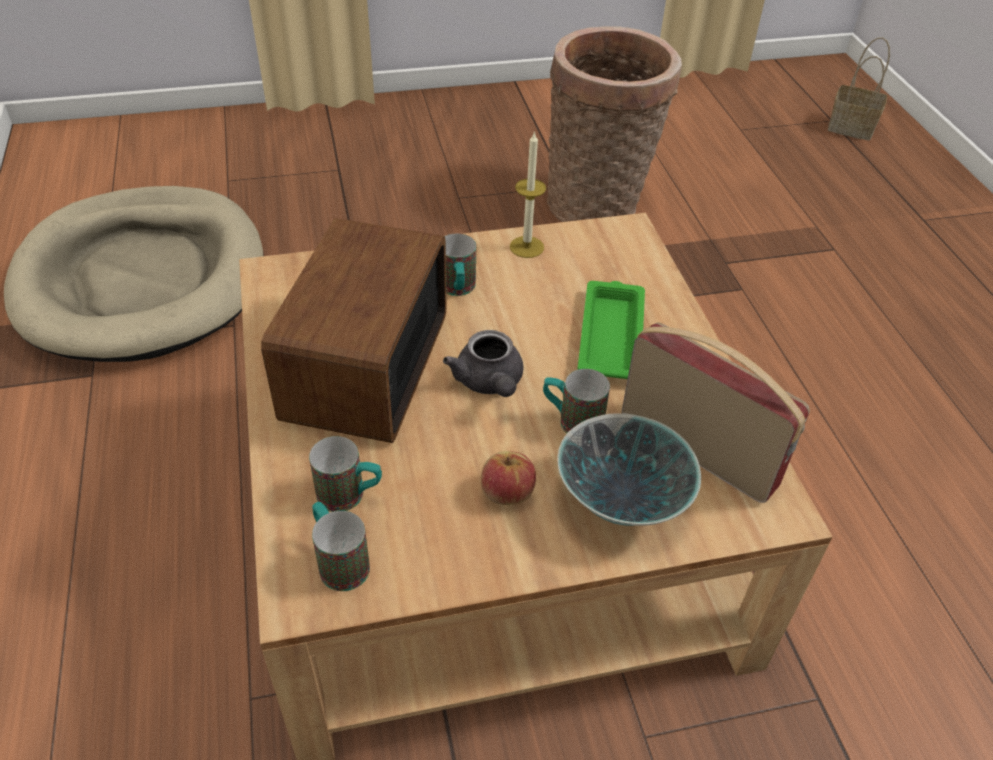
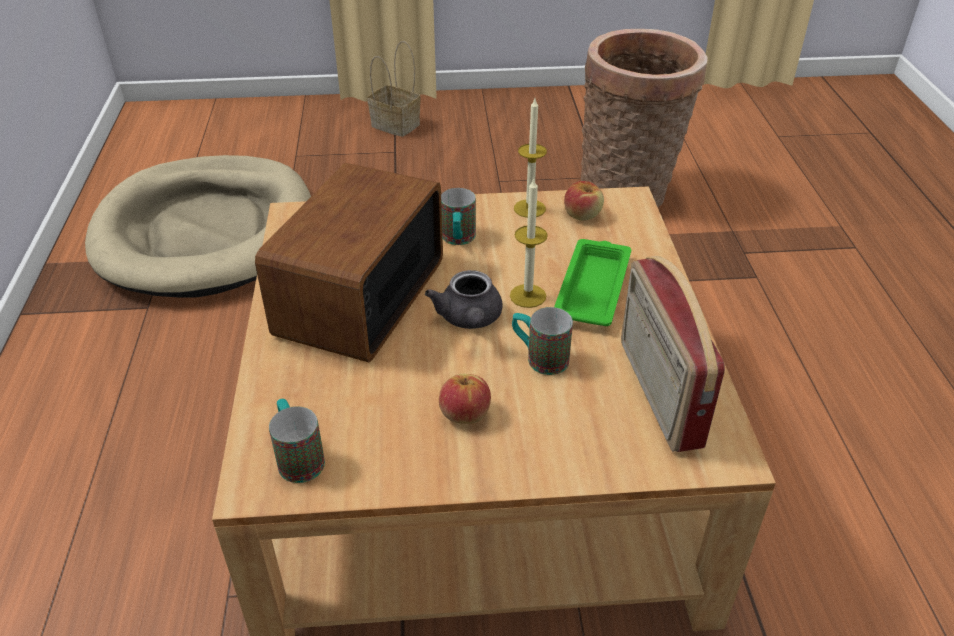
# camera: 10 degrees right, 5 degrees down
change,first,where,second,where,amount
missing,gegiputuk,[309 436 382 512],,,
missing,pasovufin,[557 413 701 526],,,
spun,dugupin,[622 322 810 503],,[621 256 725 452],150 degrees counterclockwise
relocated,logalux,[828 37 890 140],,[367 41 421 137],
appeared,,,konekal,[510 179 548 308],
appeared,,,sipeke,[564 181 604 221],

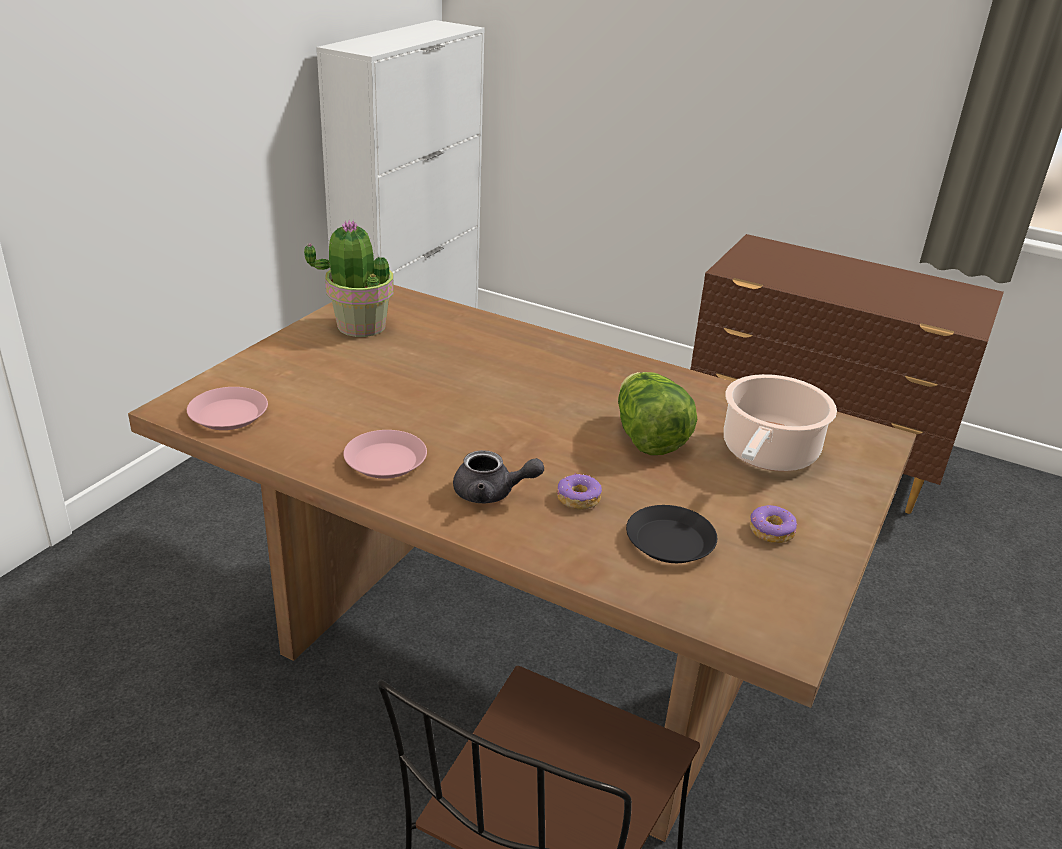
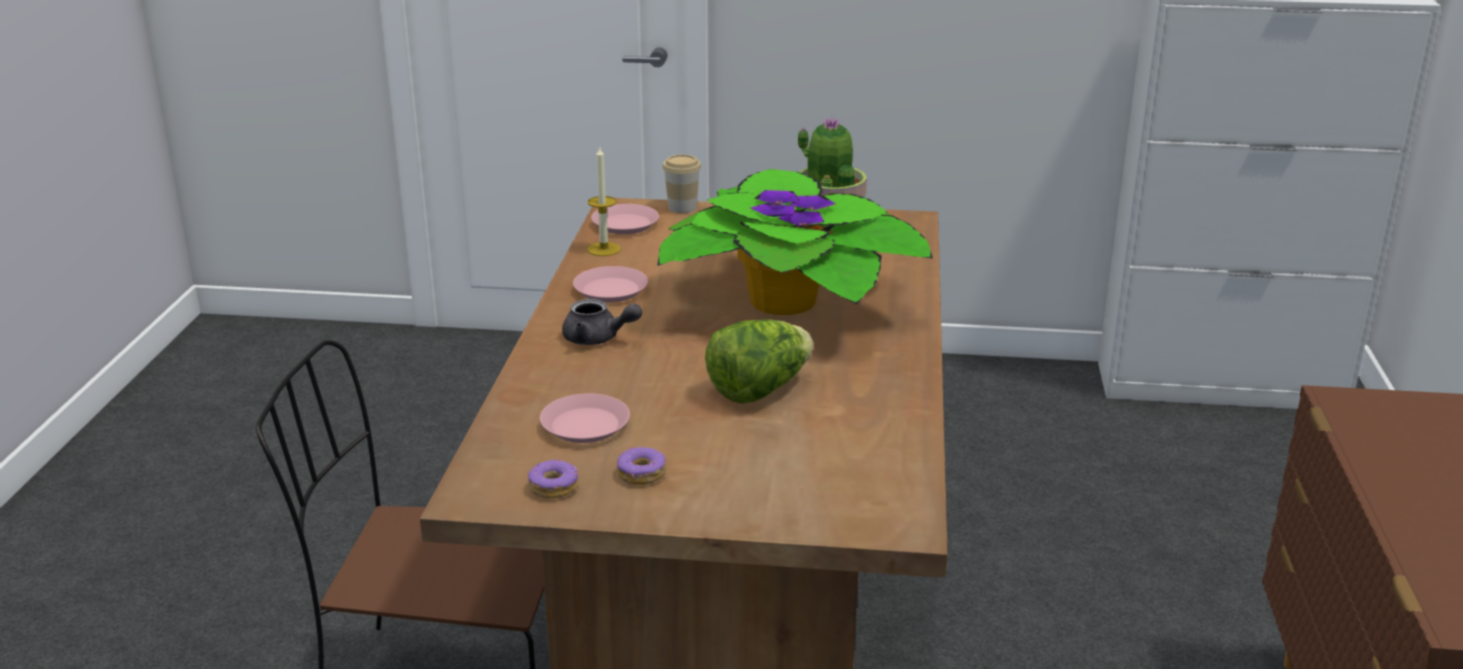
# camera: 70 degrees right, 5 degrees down
change,first,where,second,where,amount
spun,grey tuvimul,[453 450 544 503],,[562 299 642 345],60 degrees counterclockwise
relocated,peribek,[557 473 602 510],,[528 460 579 498],
colour,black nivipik,[626 505 717 563],pink nivipik,[540 394 630 443],
missing,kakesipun,[724 374 837 471],,,
appeared,,,konekal,[587 147 621 256],
appeared,,,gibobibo,[657 169 933 315],
appeared,,,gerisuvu,[663 154 701 213],

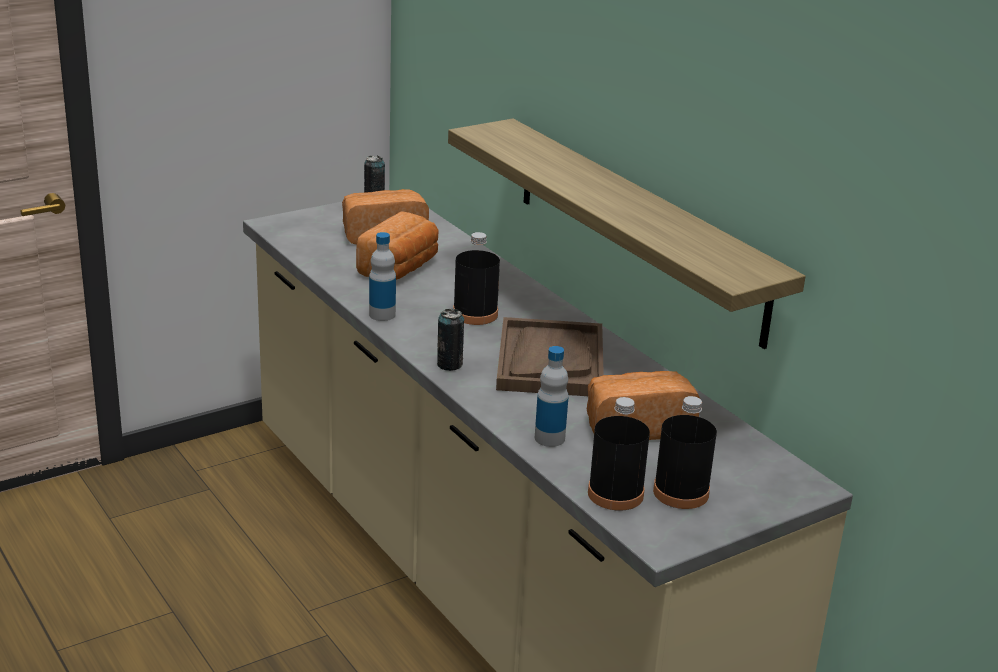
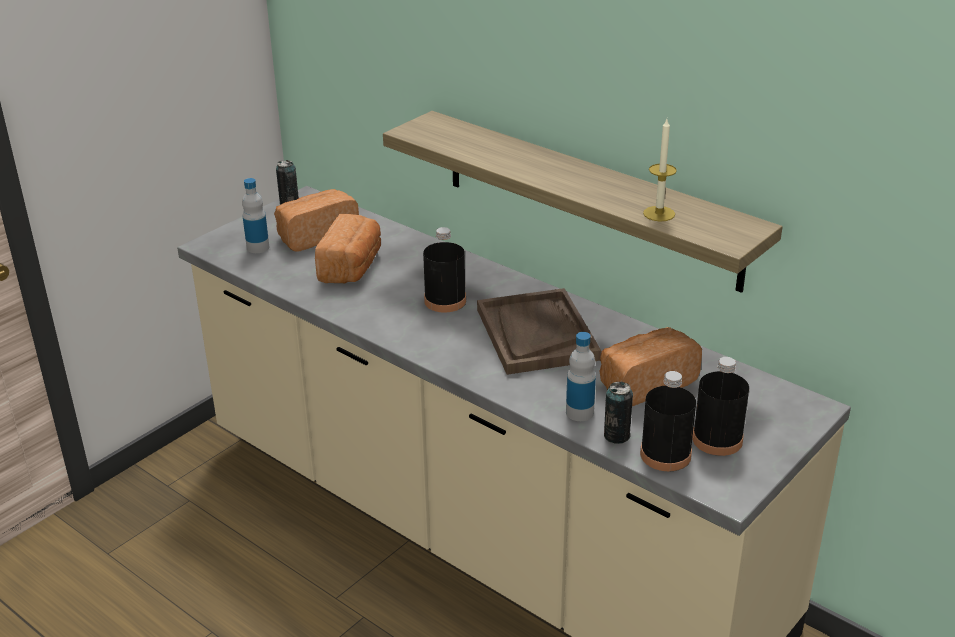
# camera: 15 degrees left, 5 degrees up
change,first,where,second,where,amount
relocated,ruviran,[369 232 396 321],,[242 178 269 253],
relocated,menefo,[437 309 464 371],,[604 382 633 444],
appeared,,,konekal,[643 119 677 221],

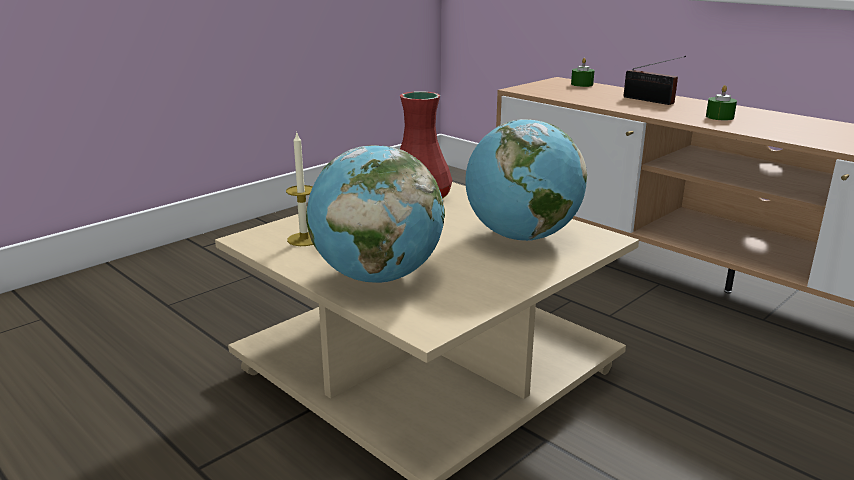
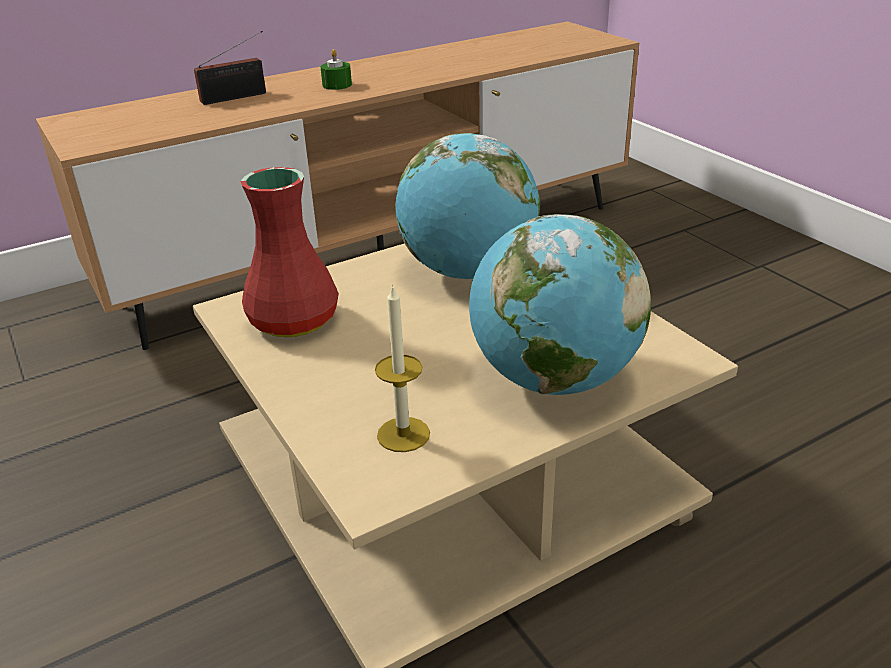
# camera: 75 degrees left, 10 degrees up
change,first,where,second,where,amount
missing,green konekal,[571 58 595 87],,,

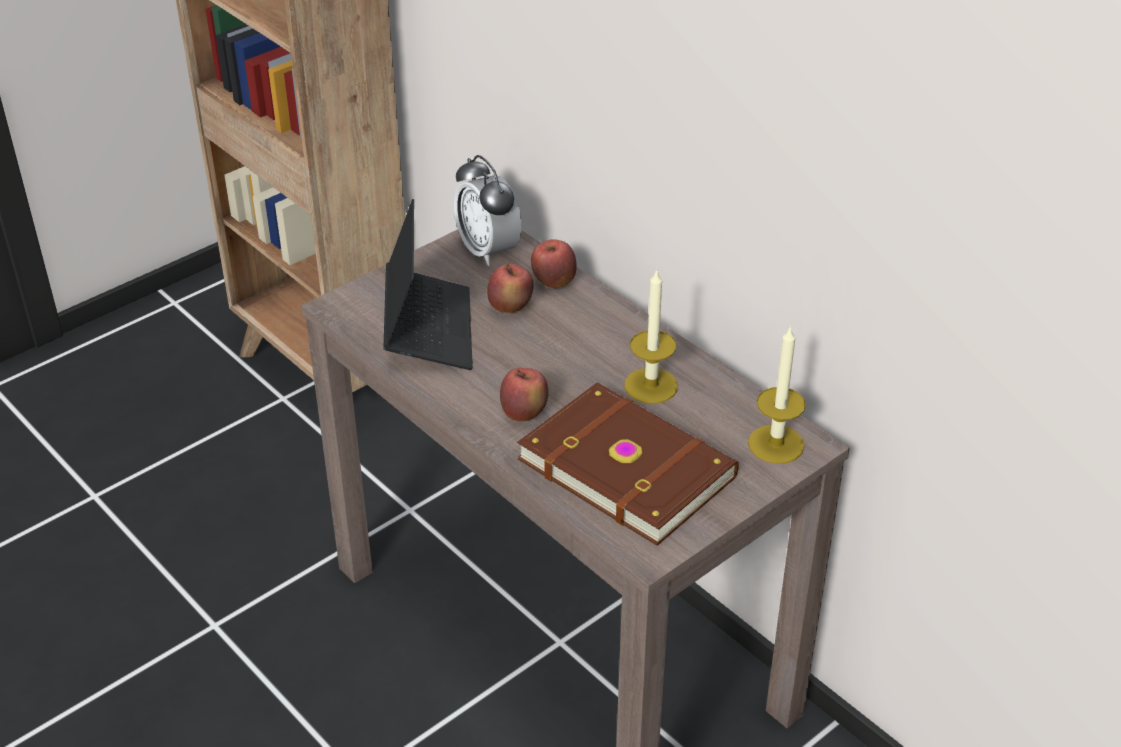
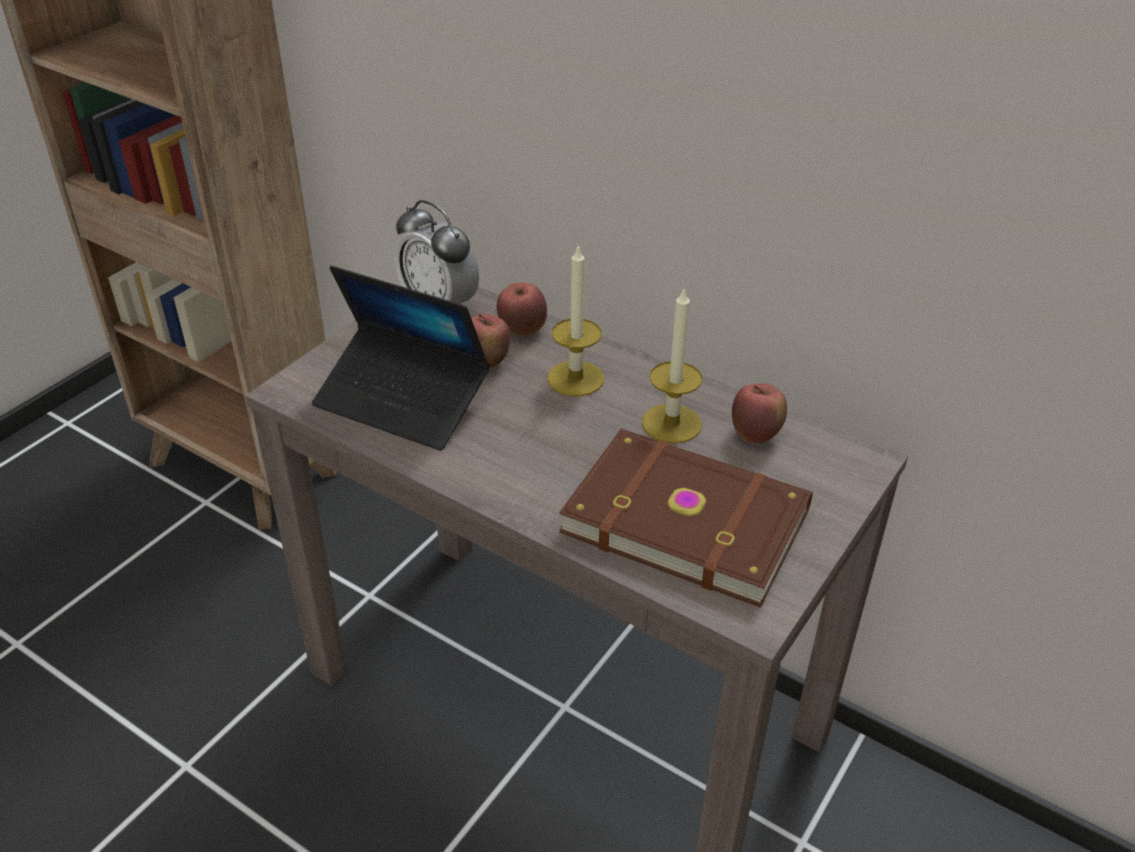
# camera: 15 degrees left, 0 degrees up
change,first,where,second,where,amount
spun,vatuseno,[383 199 473 370],,[312 265 490 450],135 degrees clockwise
relocated,sipeke,[500 368 549 422],,[732 383 787 443],
relocated,konekal,[748 325 806 464],,[547 244 604 396],

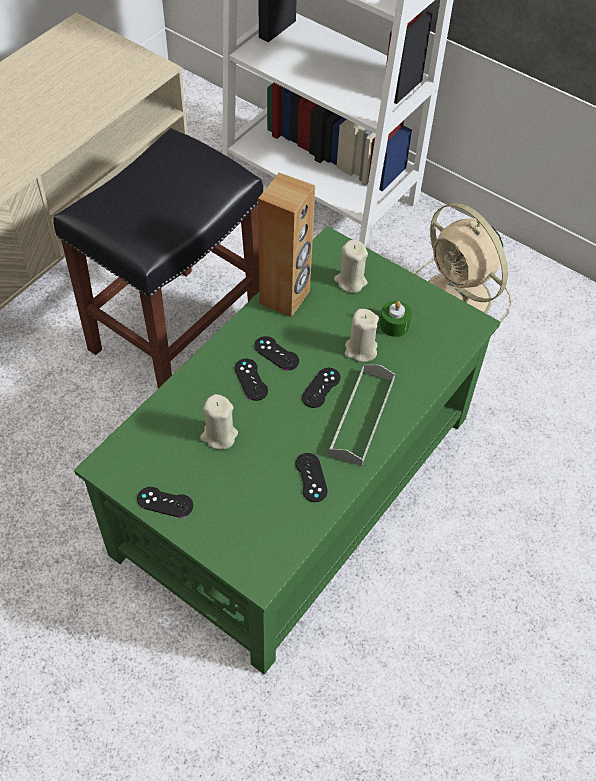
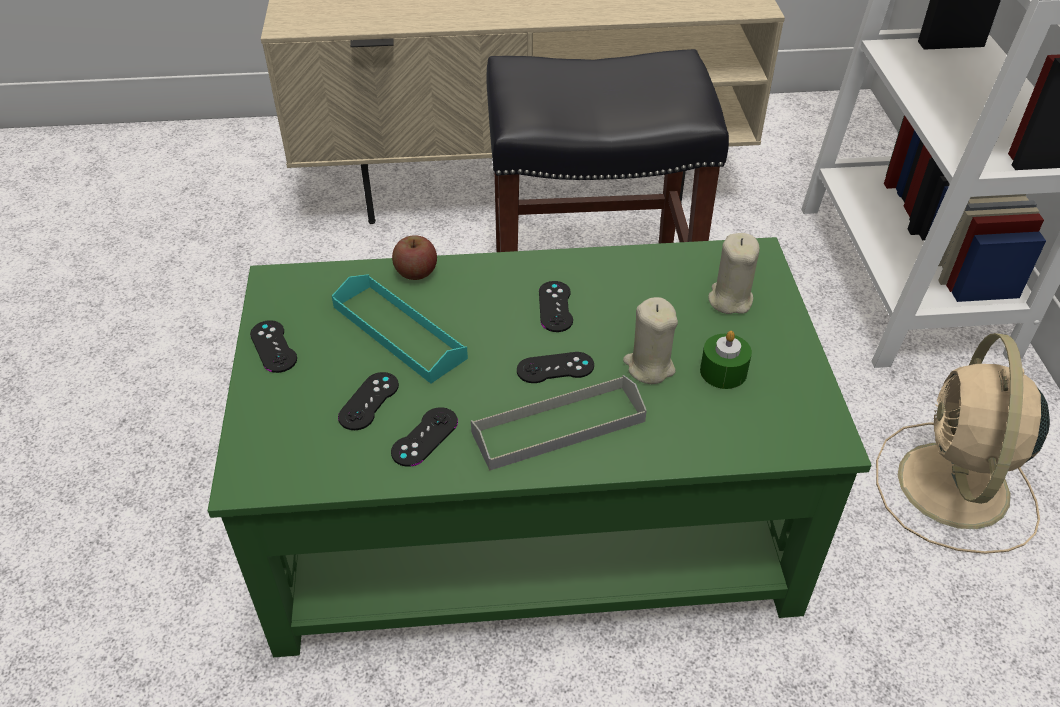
# camera: 50 degrees right, 10 degrees down
change,first,where,second,where,amount
exchanged,beige konekal,[200 394 238 450],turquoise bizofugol,[332 274 468 384],
relocated,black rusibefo,[234 359 268 401],,[338 372 399 430],
missing,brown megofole,[258 173 315 317],,,
appeared,,,sipeke,[392 235 437 280],

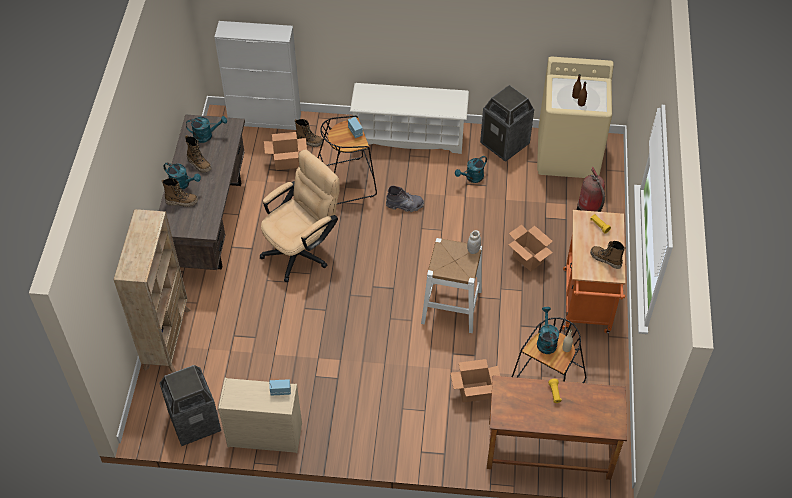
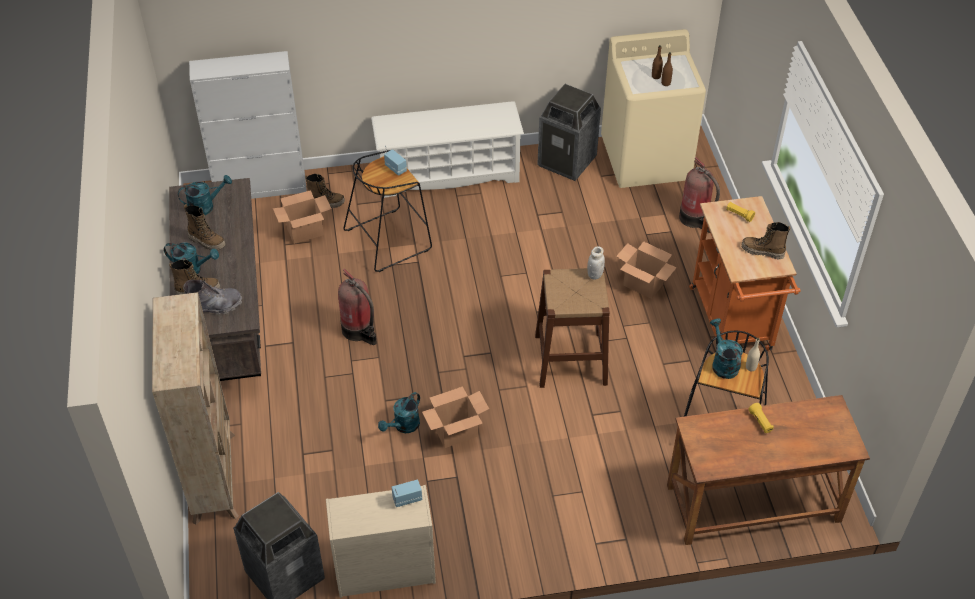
# camera: 15 degrees left, 5 degrees down
change,first,where,second,where,amount
exchanged,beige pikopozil,[260 149 340 282],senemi,[338 269 377 345],
relocated,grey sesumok,[386 186 424 212],,[183 280 242 315],
colour,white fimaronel,[421 238 482 333],brown fimaronel,[535 268 610 388],
relocated,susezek,[450 359 500 403],,[422 386 489 448],
relocated,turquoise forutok,[455 156 487 183],,[378 392 420 433],

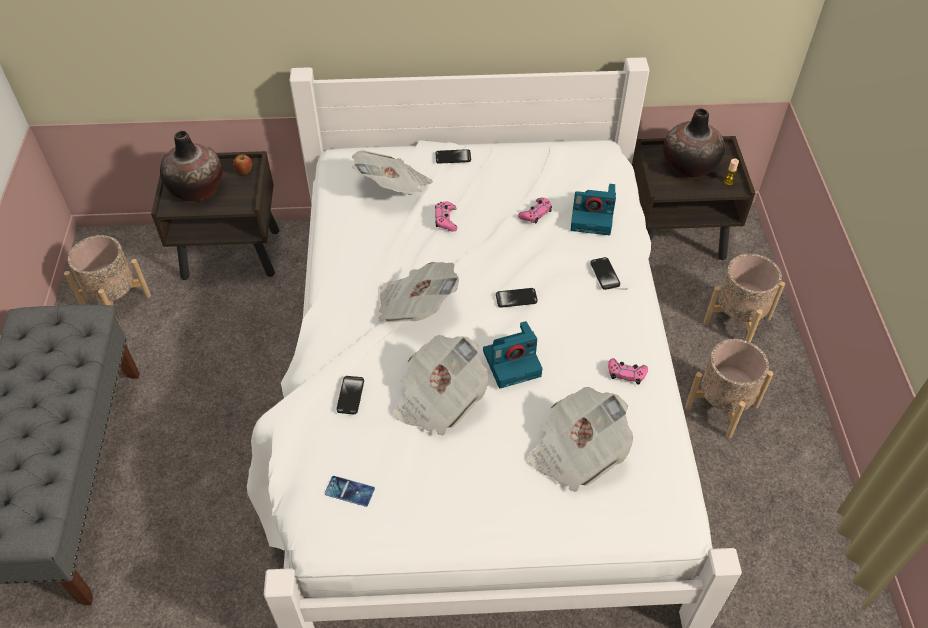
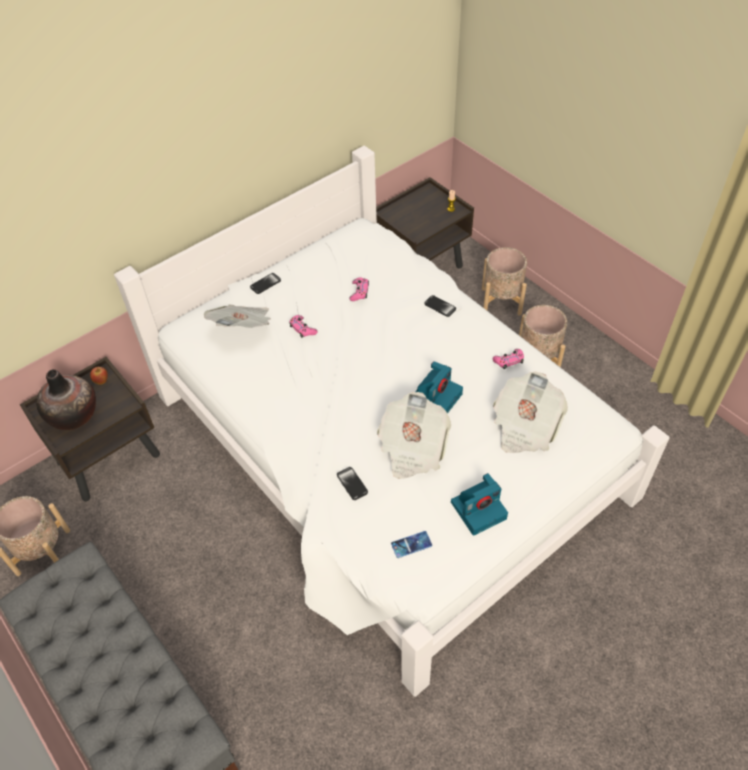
# camera: 35 degrees left, 0 degrees up
change,first,where,second,where,amount
missing,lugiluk,[378 262 459 322],,,
missing,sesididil,[496 288 538 308],,,
relocated,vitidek,[570 184 616 235],,[451 473 508 536],
missing,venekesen,[663 108 725 178],,,

